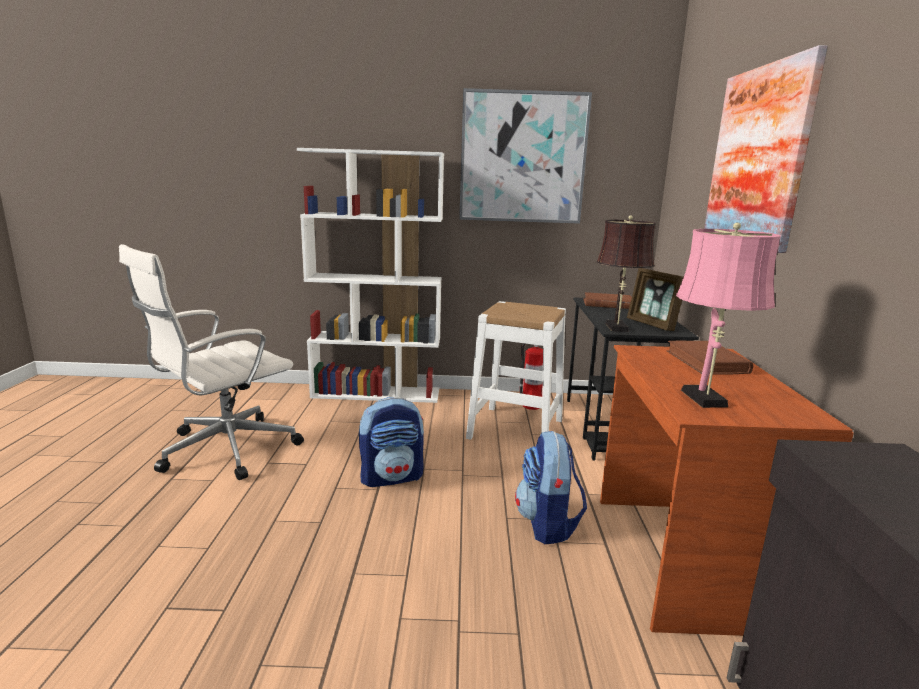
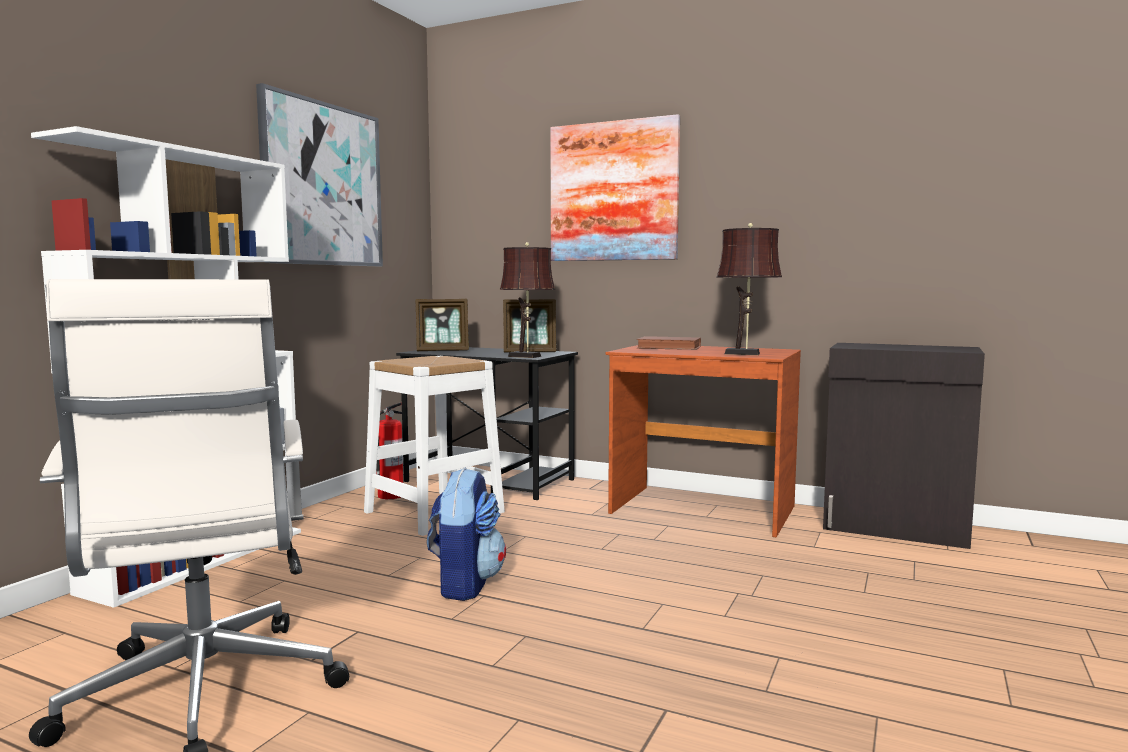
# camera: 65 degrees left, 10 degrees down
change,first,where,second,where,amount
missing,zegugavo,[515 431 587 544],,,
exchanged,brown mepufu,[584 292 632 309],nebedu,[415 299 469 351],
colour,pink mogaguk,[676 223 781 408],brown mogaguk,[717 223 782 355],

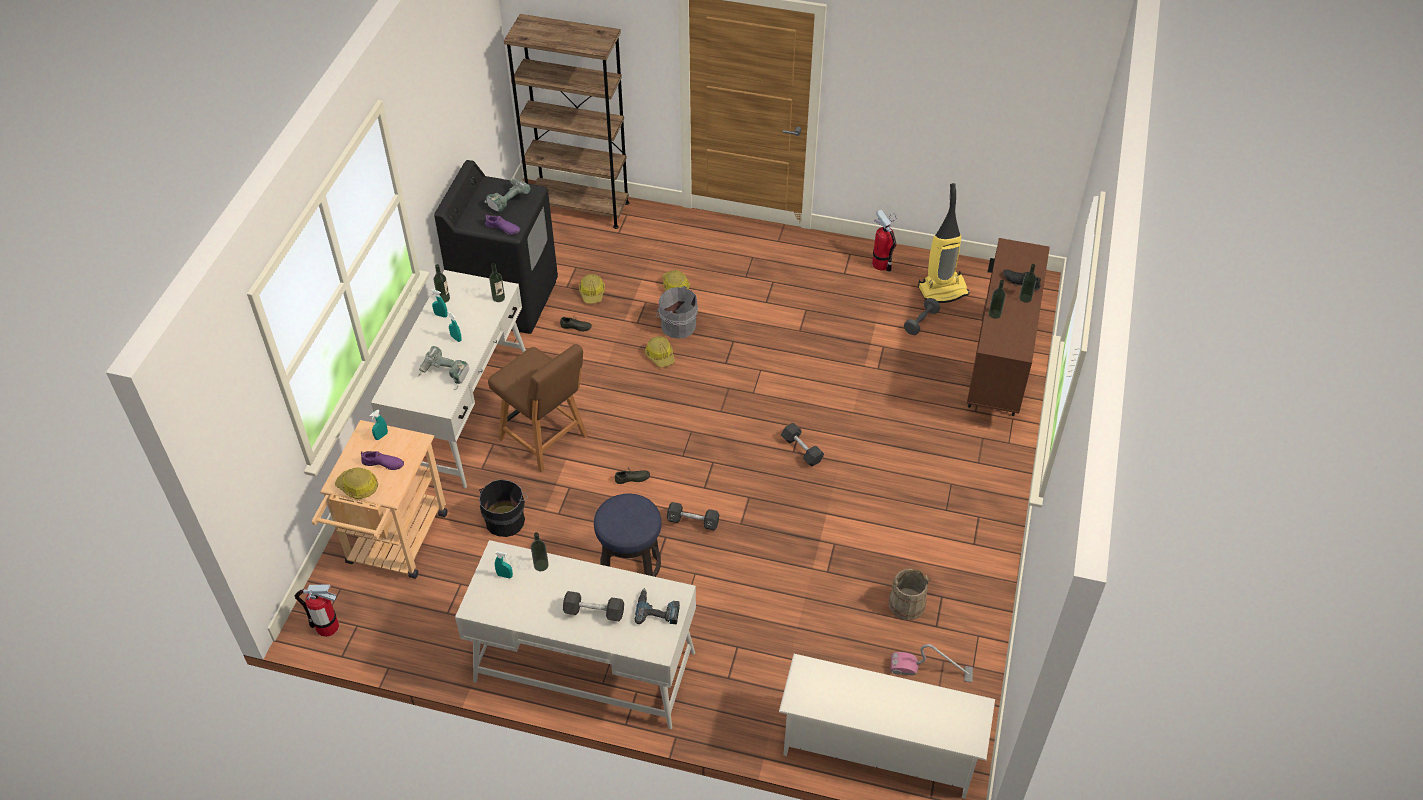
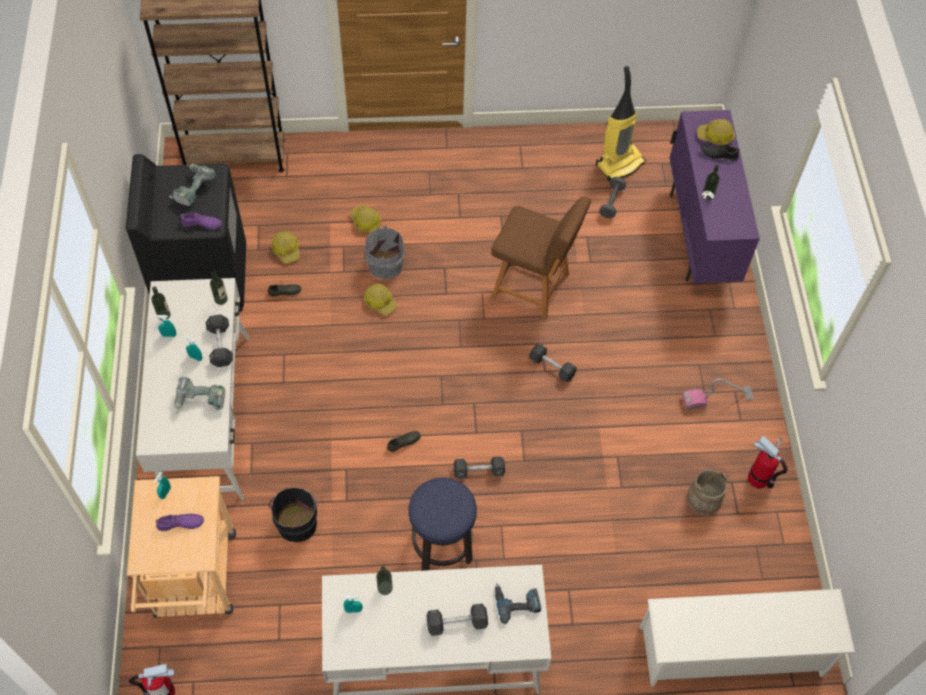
# camera: 20 degrees left, 10 degrees up
change,first,where,second,where,amount
relocated,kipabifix,[335 467 378 499],,[697 119 735 145],
relocated,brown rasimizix,[488 344 588 472],,[491 196 591 320],
relocated,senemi,[872 210 897 272],,[747 435 788 489],
relocated,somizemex,[891 644 973 682],,[682 378 754 410],
colour,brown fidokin,[967 238 1050 416],purple fidokin,[670 110 760 284],
missing,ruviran,[1019 264 1037 303],,,
appeared,,,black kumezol,[206 315 233 367],

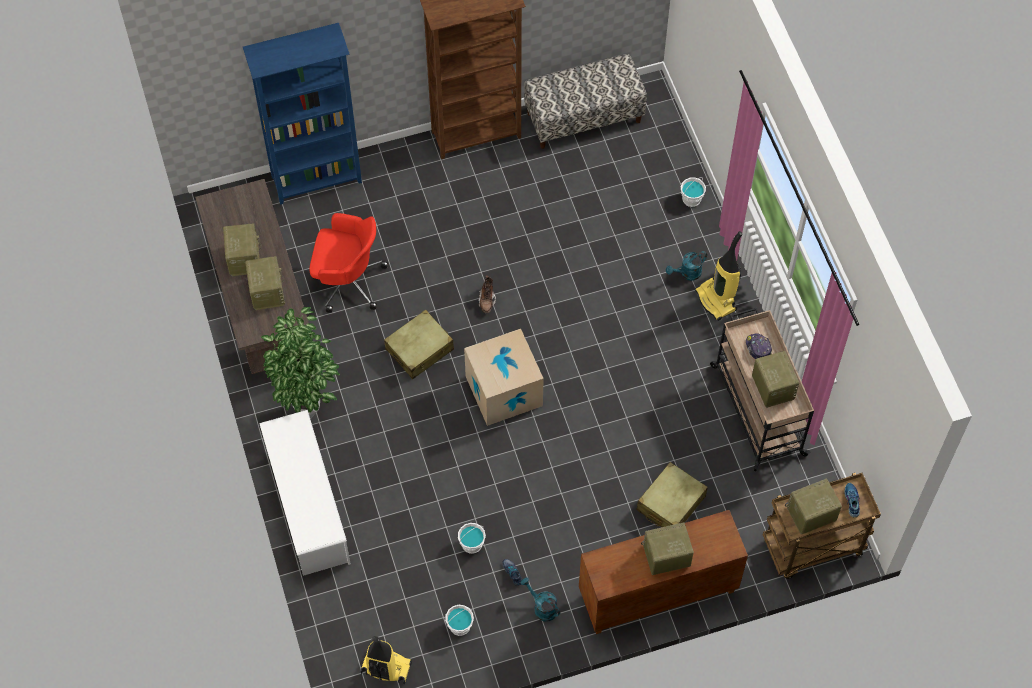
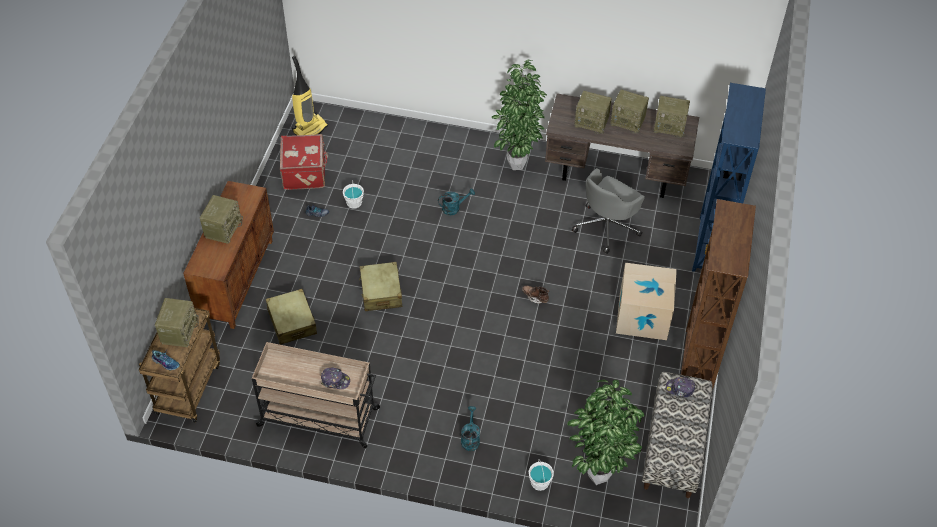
# camera: 120 degrees right, 10 degrees down
change,first,where,second,where,amount
missing,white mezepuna,[259 410 351 576],,,
colour,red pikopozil,[309 213 388 313],grey pikopozil,[572 168 645 254],
relocated,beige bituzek,[384 309 454 379],,[359 262 402 311],
exchanged,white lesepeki,[445 605 474 636],red bituzek,[280 134 328 190],
relocated,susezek,[464 329 544 426],,[616 263 677 340],
relocated,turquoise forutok,[521 577 560 621],,[438 188 475 215],
missing,somizemex,[695 231 743 321],,,
relocated,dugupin,[752 351 799 408],,[654 96 690 138],
appeared,,,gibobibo,[567 380 645 485],
appeared,,,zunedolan,[666 377 695 397],

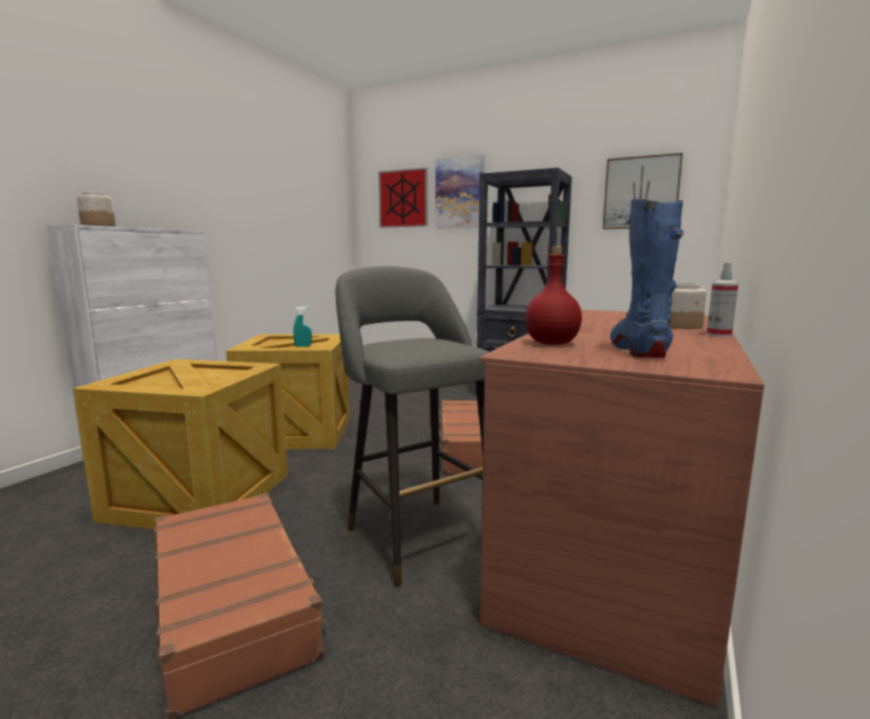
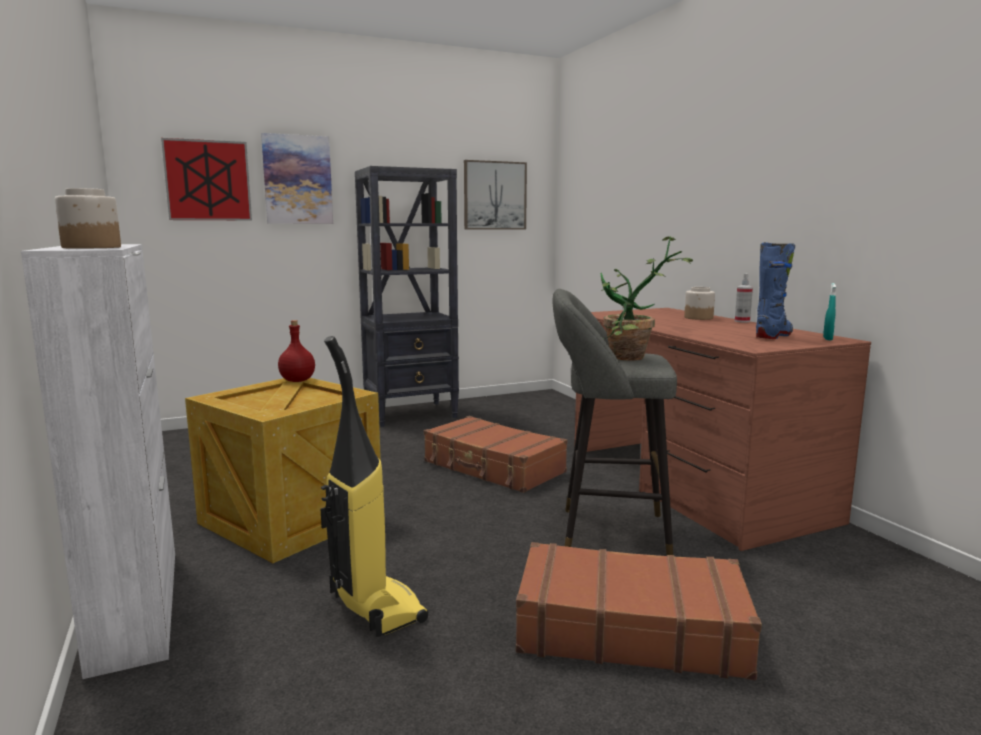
# camera: 50 degrees left, 0 degrees up
change,first,where,second,where,amount
exchanged,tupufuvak,[73 359 288 530],somizemex,[321 336 428 637],
relocated,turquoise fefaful,[293 306 312 347],,[823 283 836 340],
relocated,red ruviran,[525 246 582 345],,[278 320 315 382],
spun,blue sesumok,[610 199 684 358],,[756 242 795 339],90 degrees clockwise
appeared,,,gibobibo,[601 236 693 360],

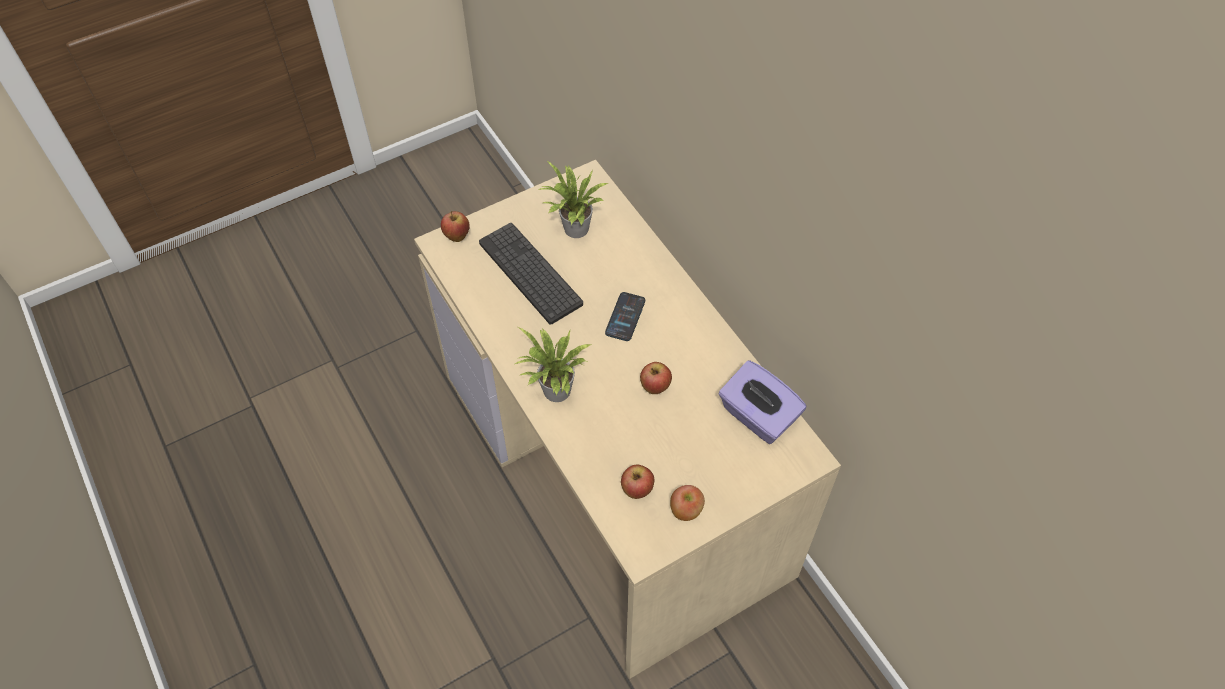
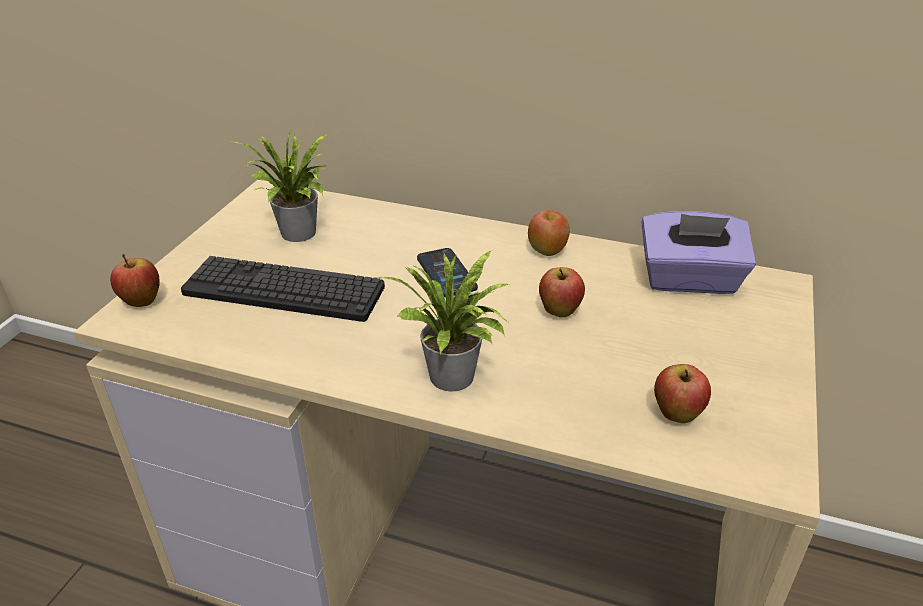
# camera: 40 degrees left, 20 degrees down
change,first,where,second,where,amount
relocated,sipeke,[670 485 705 521],,[528 210 570 256],

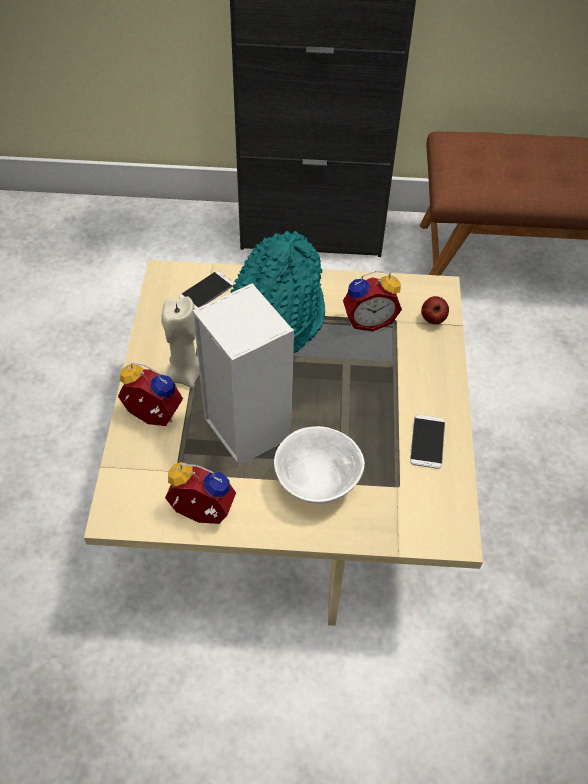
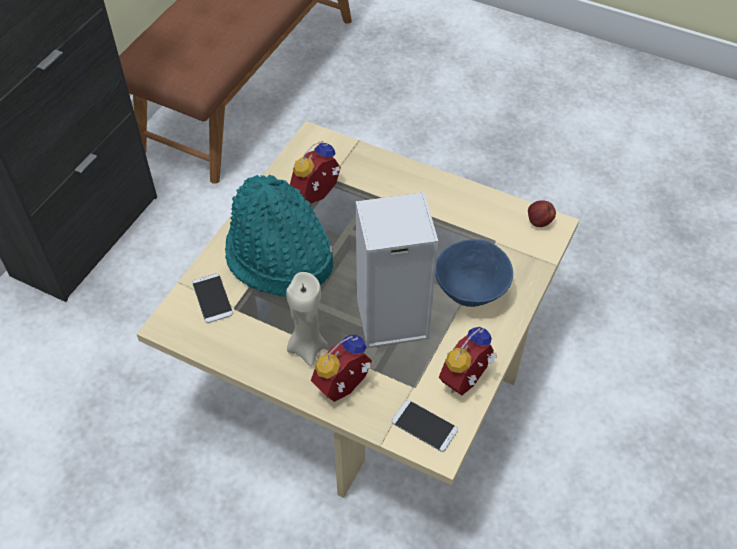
# camera: 65 degrees left, 0 degrees up
change,first,where,second,where,amount
colour,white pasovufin,[274 426 365 504],blue pasovufin,[435 239 513 307],
spun,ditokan,[343 271 402 332],,[290 141 341 204],150 degrees counterclockwise
relocated,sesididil,[410 415 445 469],,[392 400 458 452],
relocated,sipeke,[421 296 449 324],,[528 200 556 227],

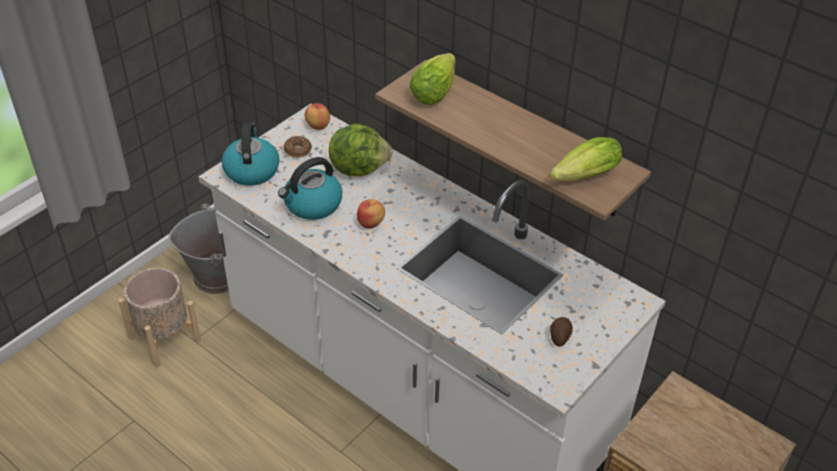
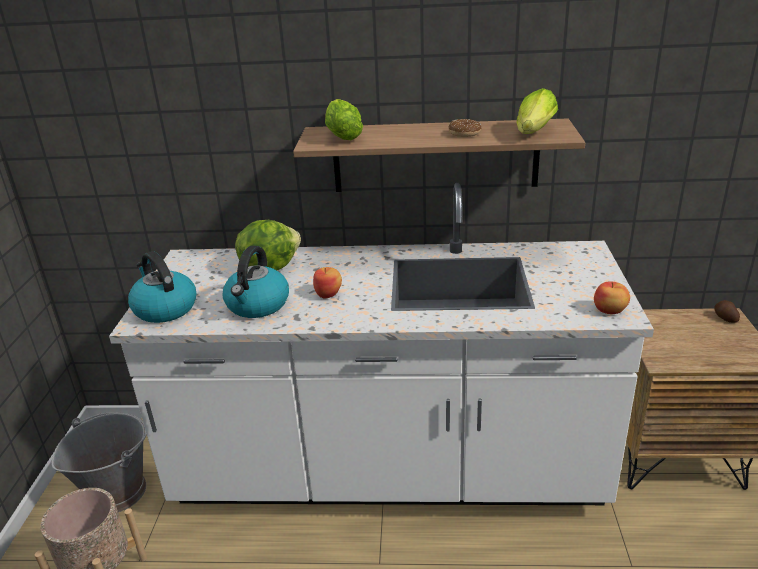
# camera: 35 degrees left, 15 degrees down
change,first,where,second,where,amount
relocated,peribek,[284 136 312 158],,[448 119 482 137],
relocated,sipeke,[305 103 330 130],,[594 281 630 314],
relocated,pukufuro,[550 317 573 347],,[714 300 740 323],

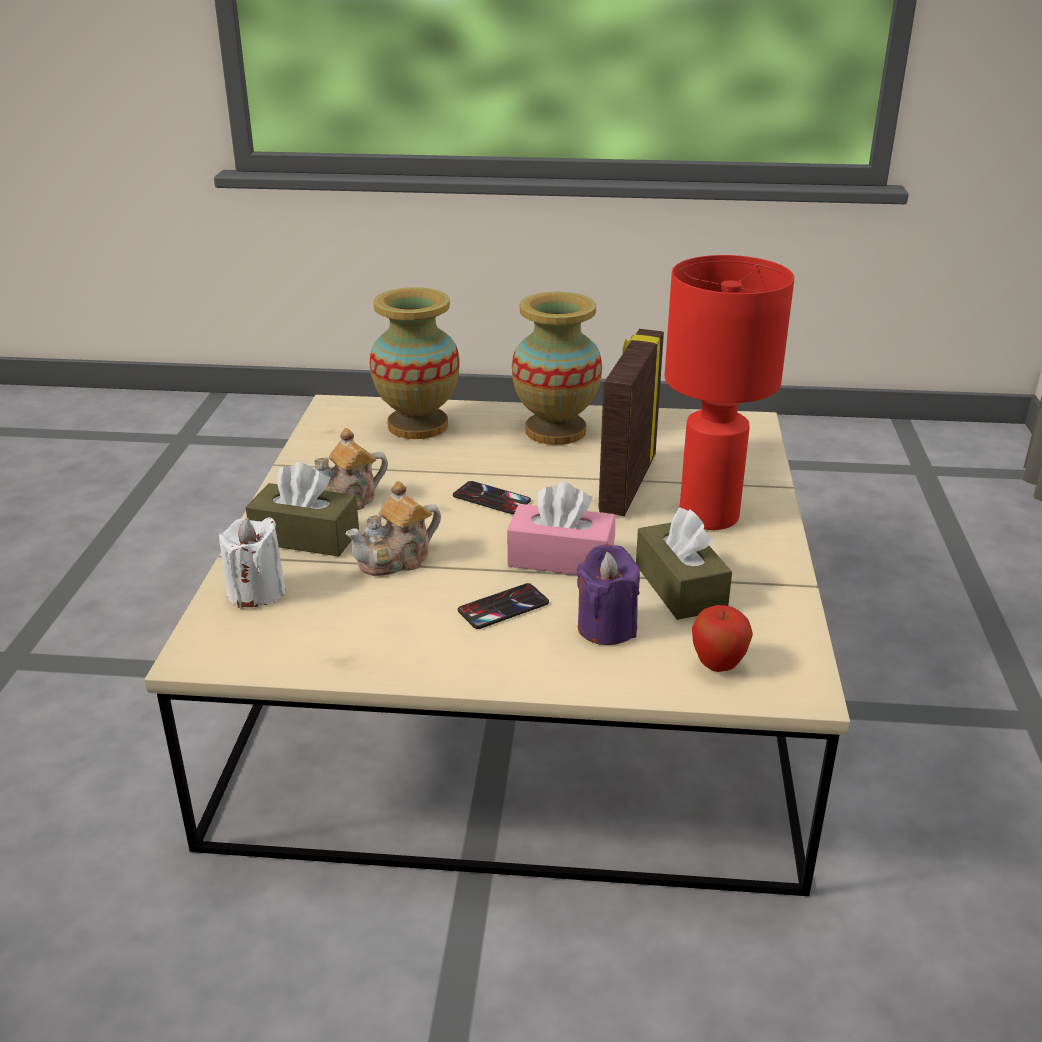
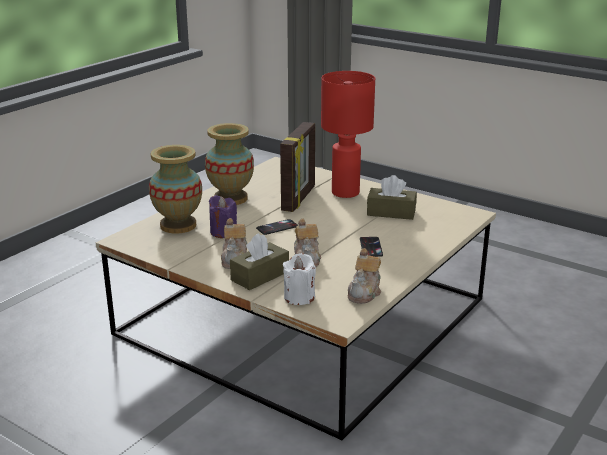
# camera: 60 degrees left, 5 degrees down
change,first,where,second,where,amount
missing,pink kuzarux,[507 482 615 575],,,
relocated,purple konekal,[577 544 640 645],,[209 195 237 238],
spun,nebedu,[599 329 664 516],,[280 122 315 212],120 degrees counterclockwise
missing,sipeke,[692 605 753 672],,,
appeared,,,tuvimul,[348 248 381 304],

